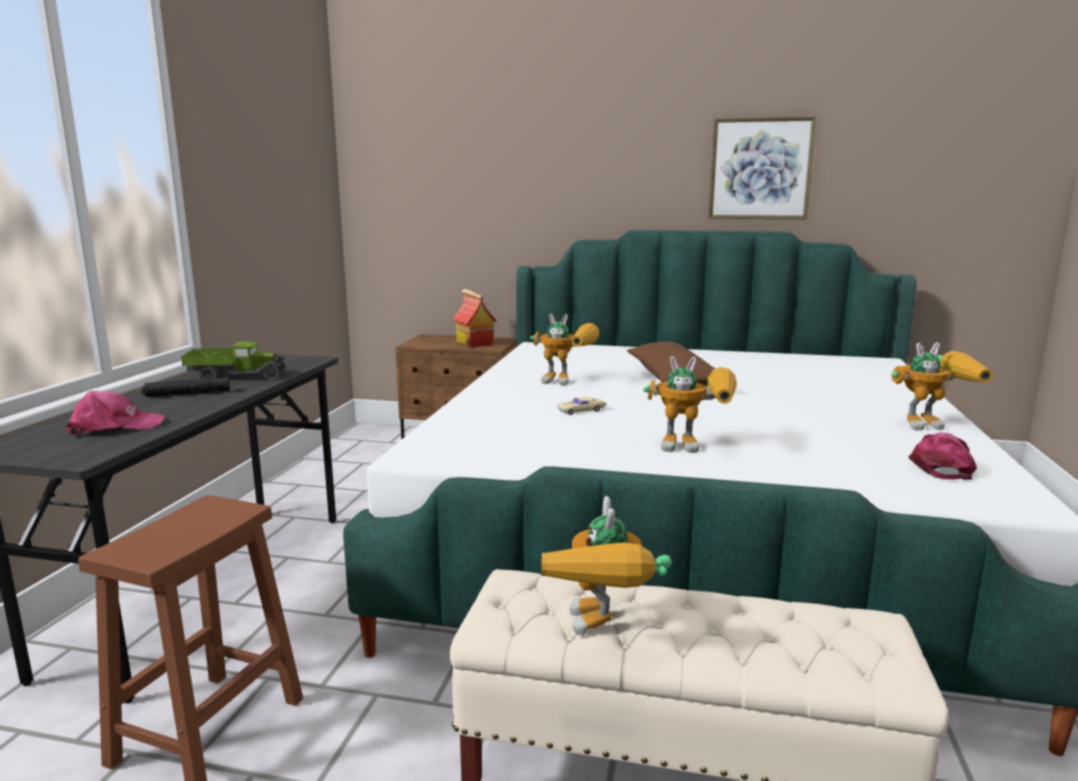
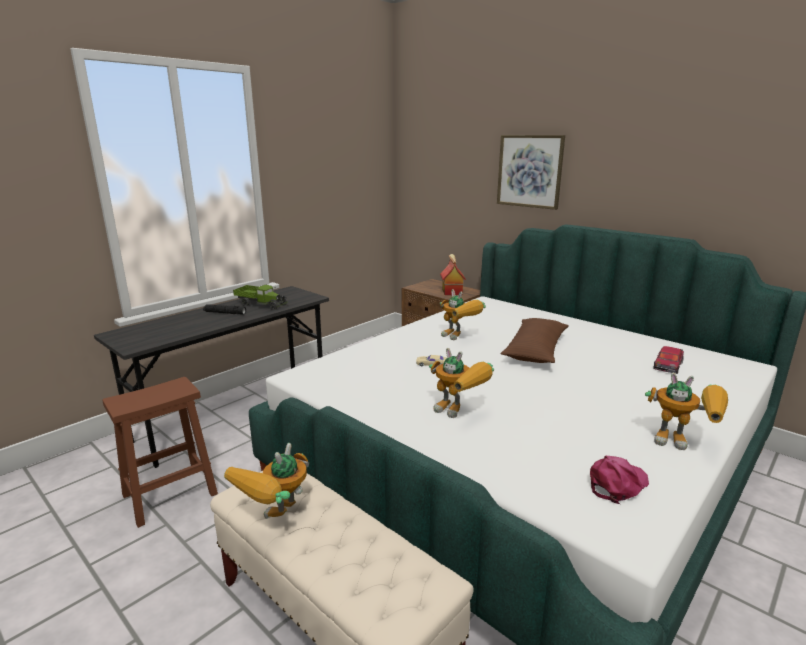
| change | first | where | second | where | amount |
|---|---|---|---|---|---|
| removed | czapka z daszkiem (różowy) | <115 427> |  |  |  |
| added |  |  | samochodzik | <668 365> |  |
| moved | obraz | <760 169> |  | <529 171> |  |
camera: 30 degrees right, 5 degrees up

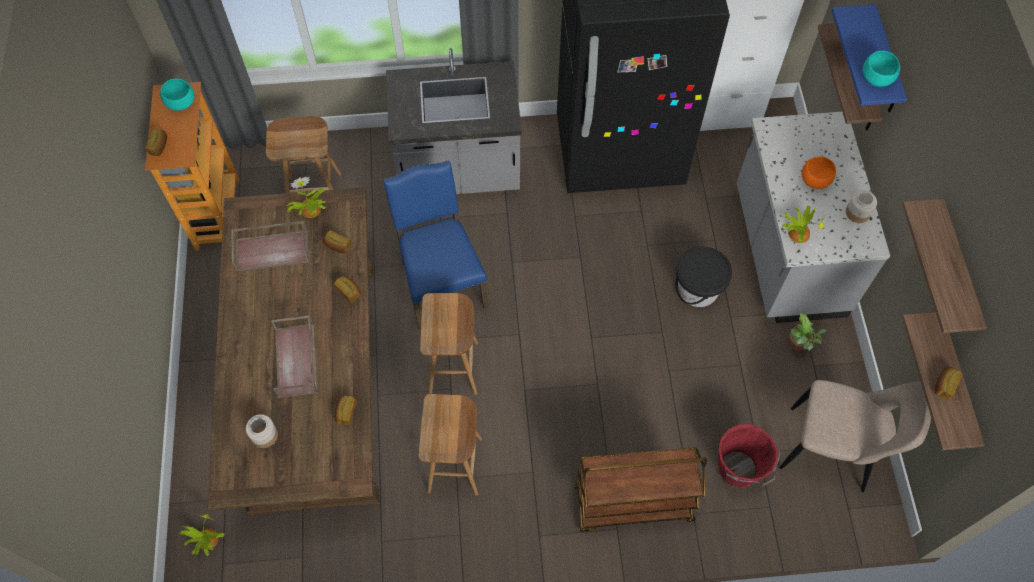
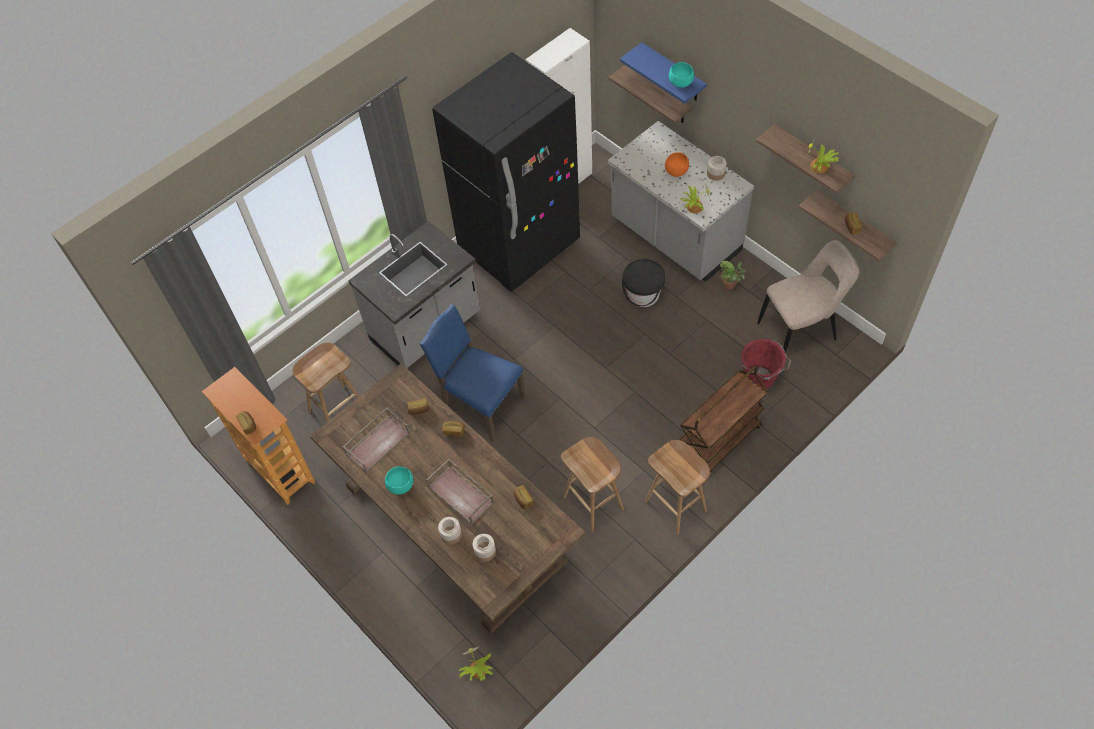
| change | first | where | second | where | amount |
|---|---|---|---|---|---|
| added |  |  | słoik | <451 534> |  |
| moved | miska (turkusowy) | <182 103> |  | <401 485> |  |
| moved | roślina doniczkowa | <310 210> |  | <819 167> |  |
| moved | stołek (brązowy) | <454 368> |  | <676 506> |  |
camera: 35 degrees left, 5 degrees down

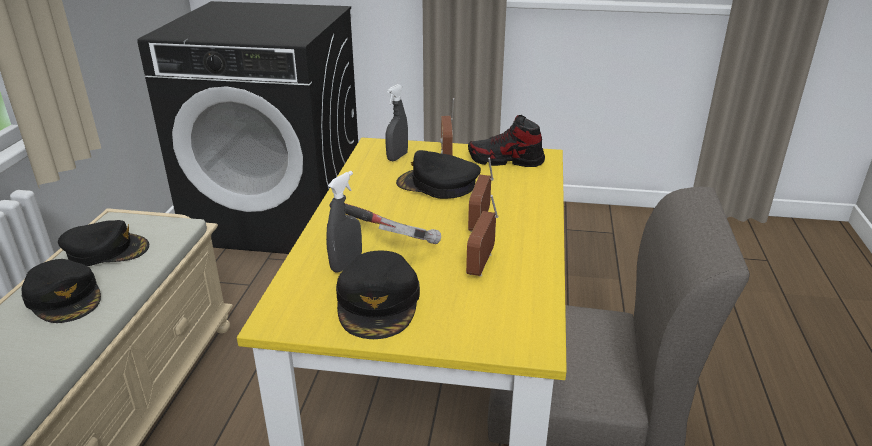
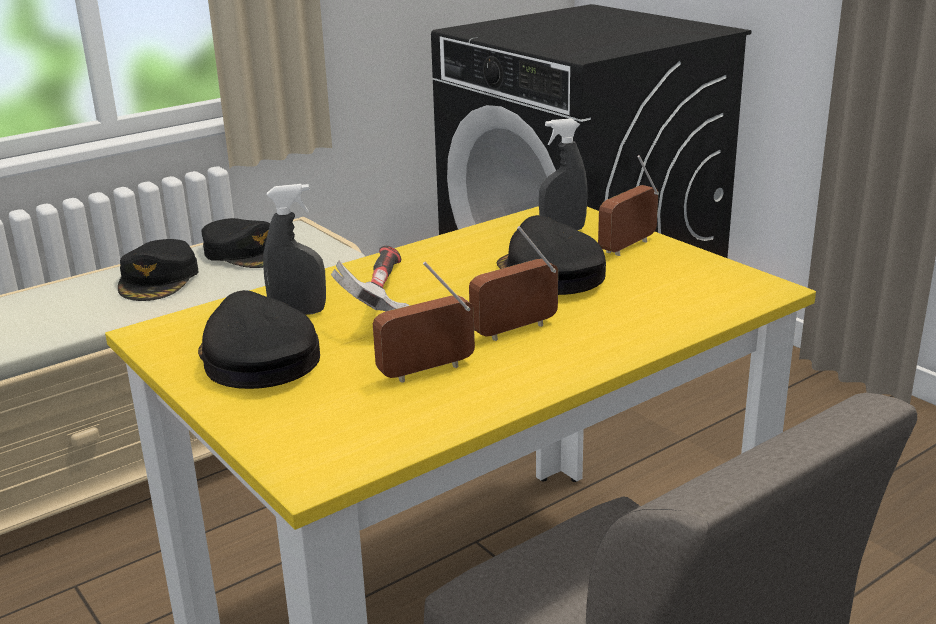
| change | first | where | second | where | amount |
|---|---|---|---|---|---|
| removed | but | <505 161> |  |  |  |
| turned | czapka z daszkiem (czarny) | <379 302> |  | <257 359> | 105 degrees clockwise |
camera: 45 degrees right, 5 degrees down

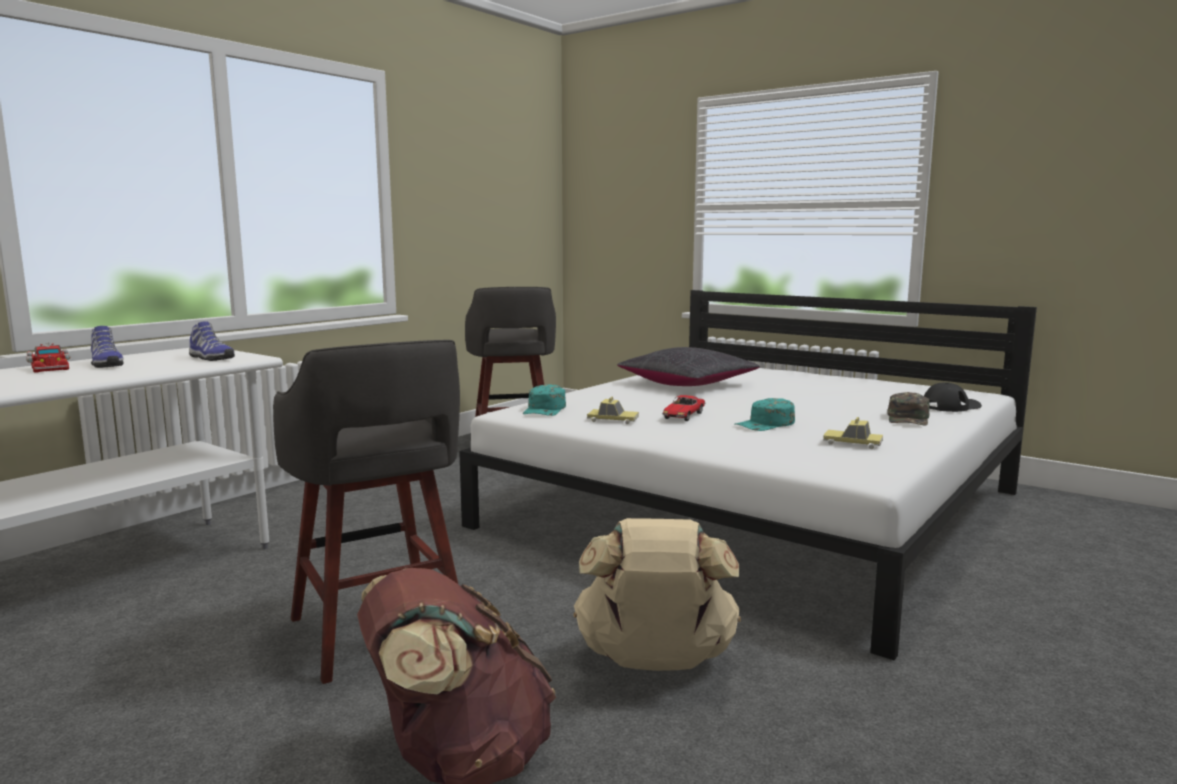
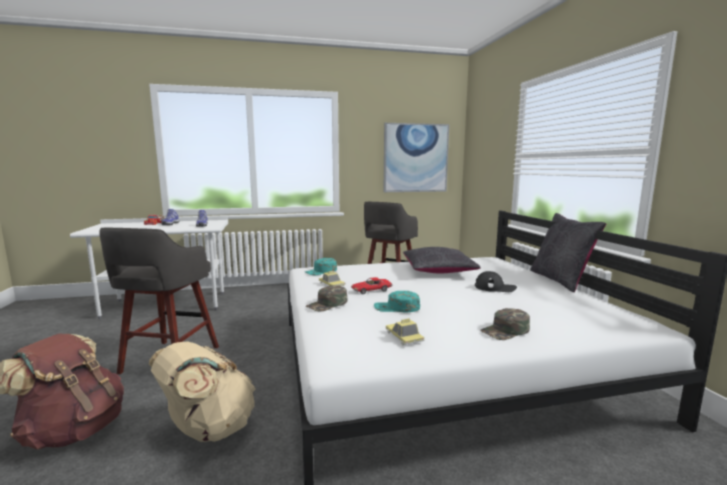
| change | first | where | second | where | amount |
|---|---|---|---|---|---|
| added |  |  | czapka z daszkiem (zielony) | <327 304> |  |
| added |  |  | obraz | <415 158> |  |
| added |  |  | poduszka (czarny) | <560 280> |  |
| moved | czapka z daszkiem (czarny) | <950 406> |  | <495 287> |  |
camera: 40 degrees right, 0 degrees up

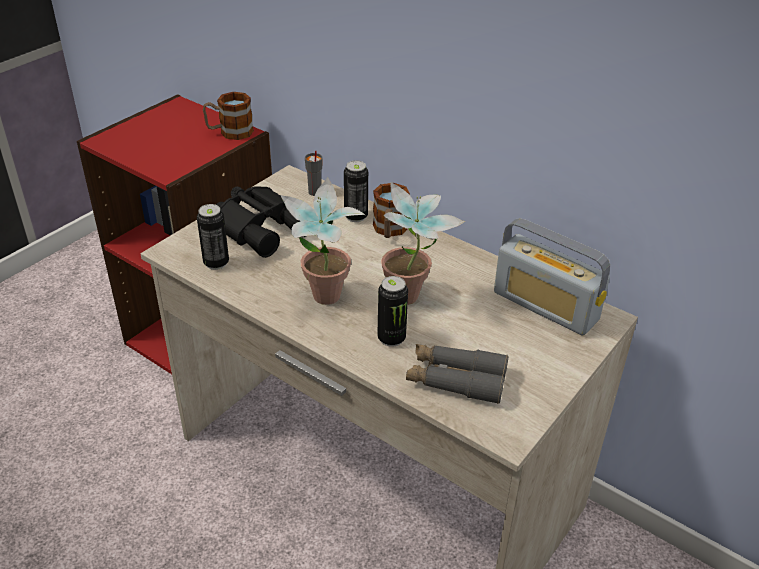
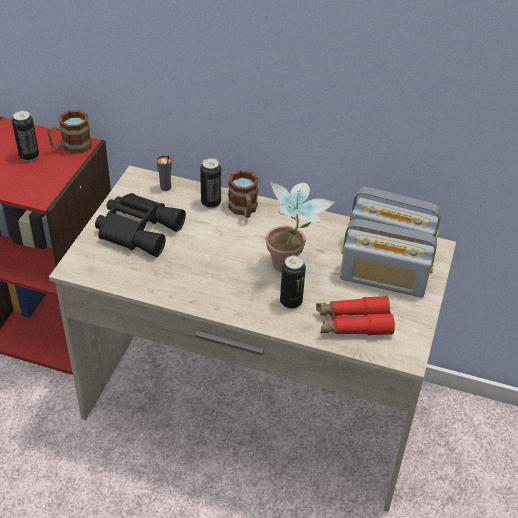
| change | first | where | second | where | amount |
|---|---|---|---|---|---|
| removed | roślina doniczkowa | <323 303> |  |  |  |
| added |  |  | radio | <383 280> |  |
| moved | puszka | <216 263> |  | <29 156> |  |
| recoloured | lornetka (szary) | <456 380> | lornetka (czerwony) | <353 323> |  |
camera: 20 degrees left, 5 degrees up

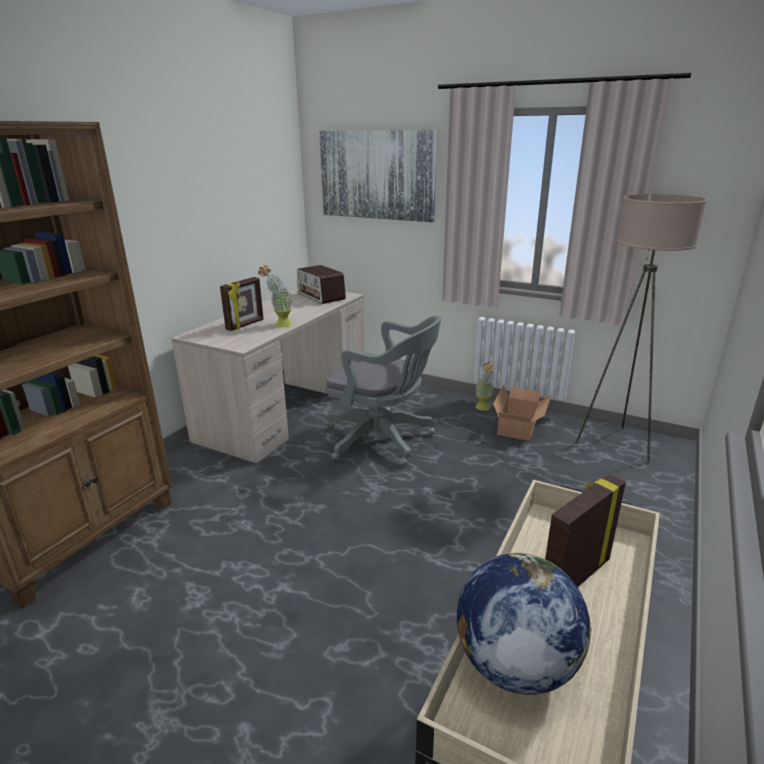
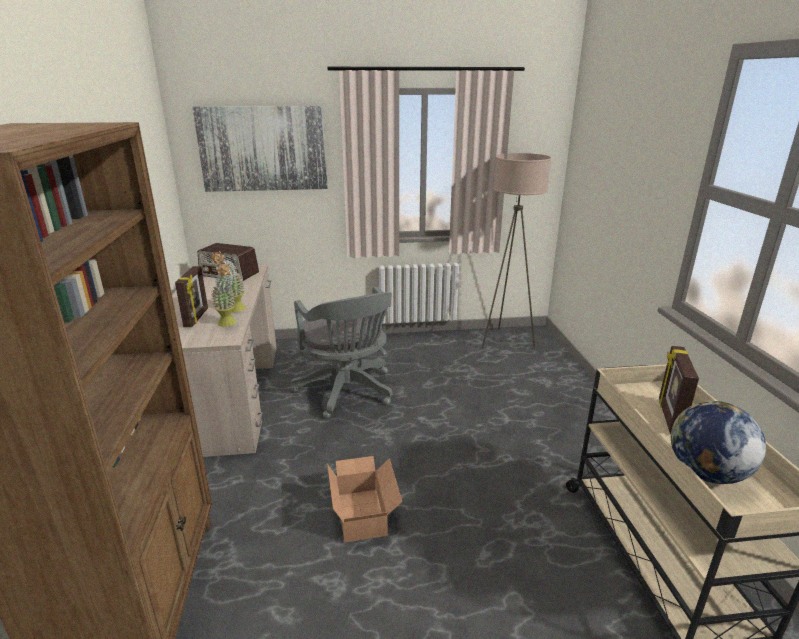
| change | first | where | second | where | amount |
|---|---|---|---|---|---|
| moved | roślina doniczkowa | <484 409> |  | <229 324> |  |
| moved | karton | <519 426> |  | <364 513> |  |
| turned | krzesło biurowe (szary) | <383 440> |  | <347 392> | 75 degrees clockwise |
camera: 35 degrees left, 0 degrees up

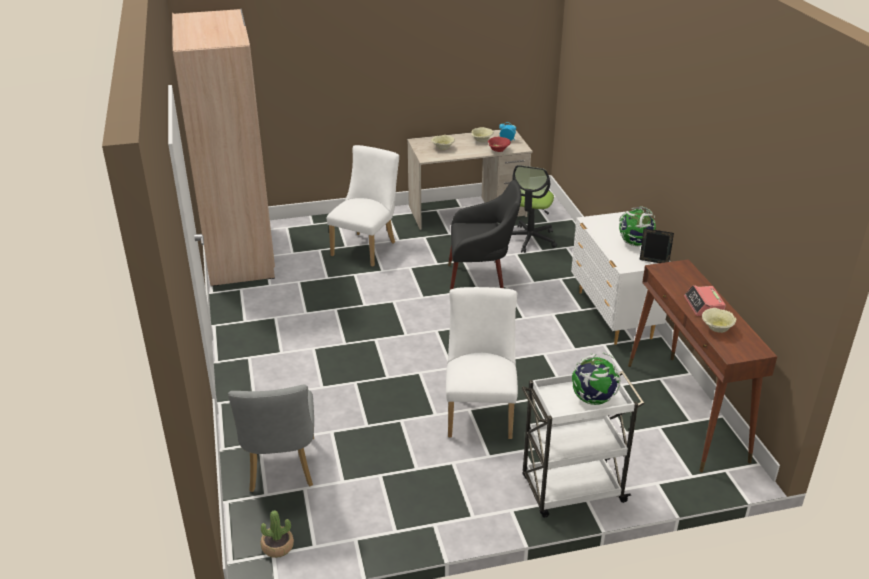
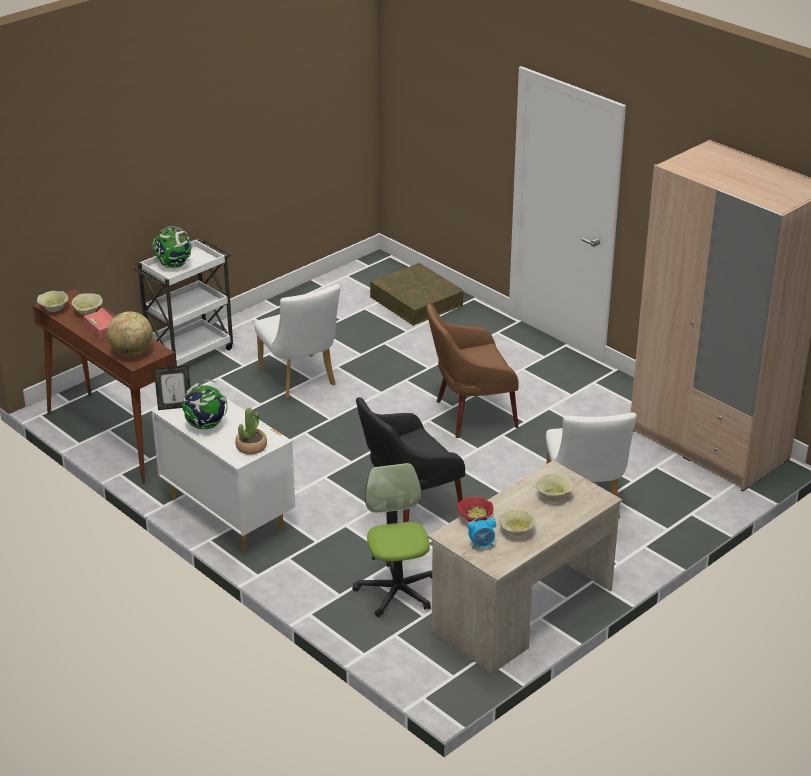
| change | first | where | second | where | amount |
|---|---|---|---|---|---|
| added |  |  | miska (beżowy) | <53 309> |  |
| added |  |  | globus | <132 352> |  |
| added |  |  | fotel (brązowy) | <470 415> |  |
| moved | roślina doniczkowa | <277 546> |  | <251 447> |  |
| replaced | krzesło (szary) | <281 469> | pojemnik do przechowywania (brązowy) | <416 301> |  |
camera: 150 degrees right, 0 degrees up

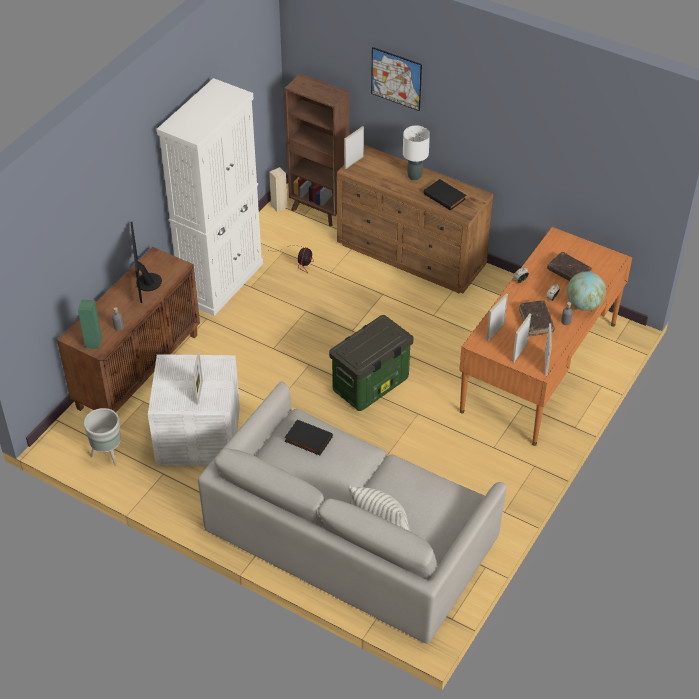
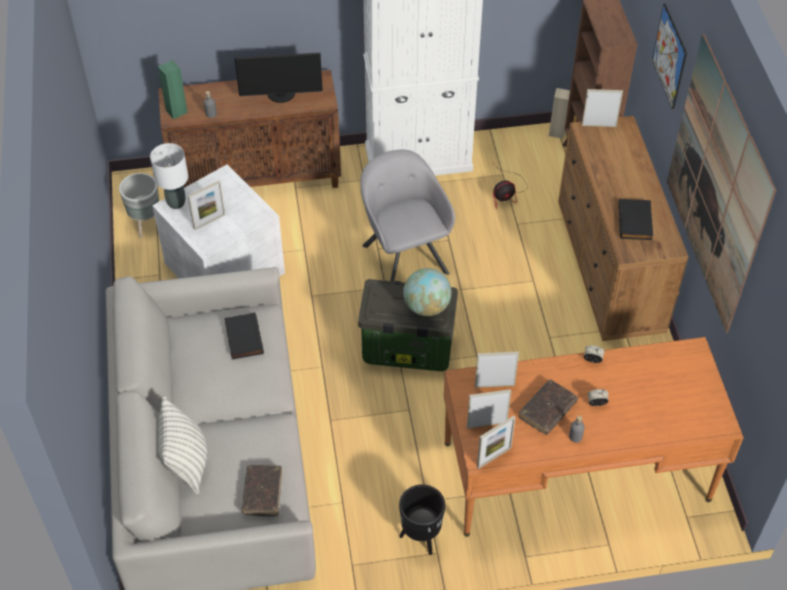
| change | first | where | second | where | amount |
|---|---|---|---|---|---|
| added |  |  | fotel (szary) | <403 256> |  |
| added |  |  | donica (czarny) | <420 538> |  |
| added |  |  | obraz | <717 185> |  |
| moved | lampa stołowa (biały) | <414 176> |  | <176 203> |  |
| moved | książka (brązowy) | <569 272> |  | <262 493> |  |
| moved | globus | <584 304> |  | <427 307> |  |
| turned | monitor | <145 283> |  | <281 95> | 135 degrees counterclockwise |
camera: 50 degrees right, 5 degrees up

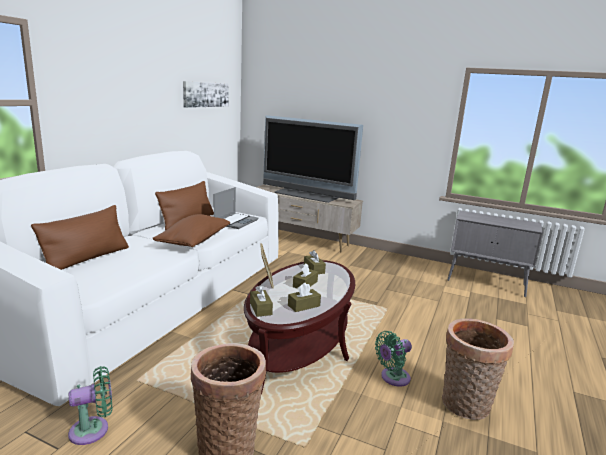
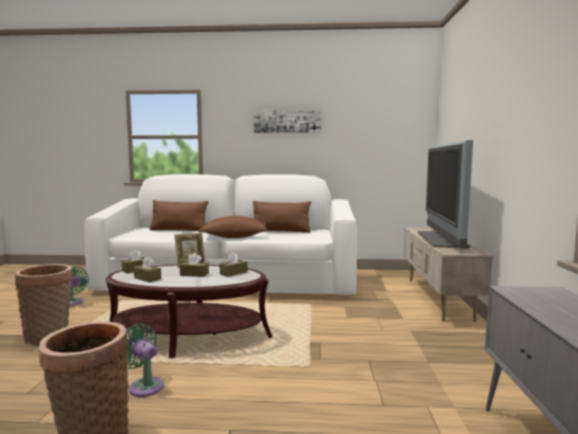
| change | first | where | second | where | amount |
|---|---|---|---|---|---|
| removed | laptop | <235 222> |  |  |  |
| moved | obraz | <205 94> |  | <287 121> |  |
camera: 70 degrees right, 10 degrees down

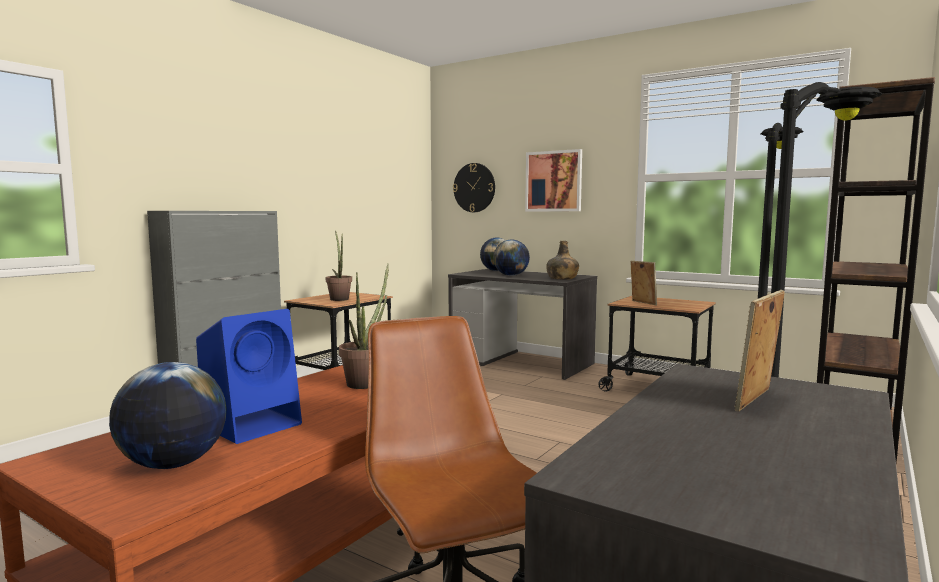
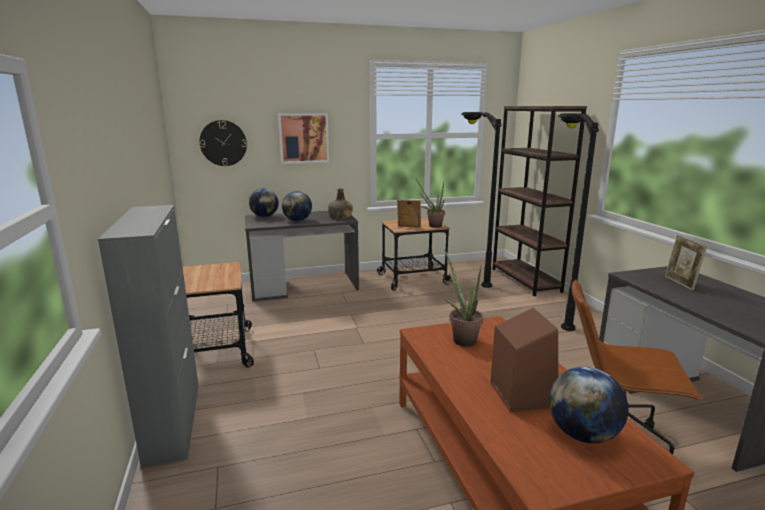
| change | first | where | second | where | amount |
|---|---|---|---|---|---|
| moved | roślina doniczkowa | <339 299> |  | <432 226> |  |
| recoloured | głośnik (niebieski) | <254 424> | głośnik (brązowy) | <521 393> |  |
camera: 50 degrees left, 10 degrees up

